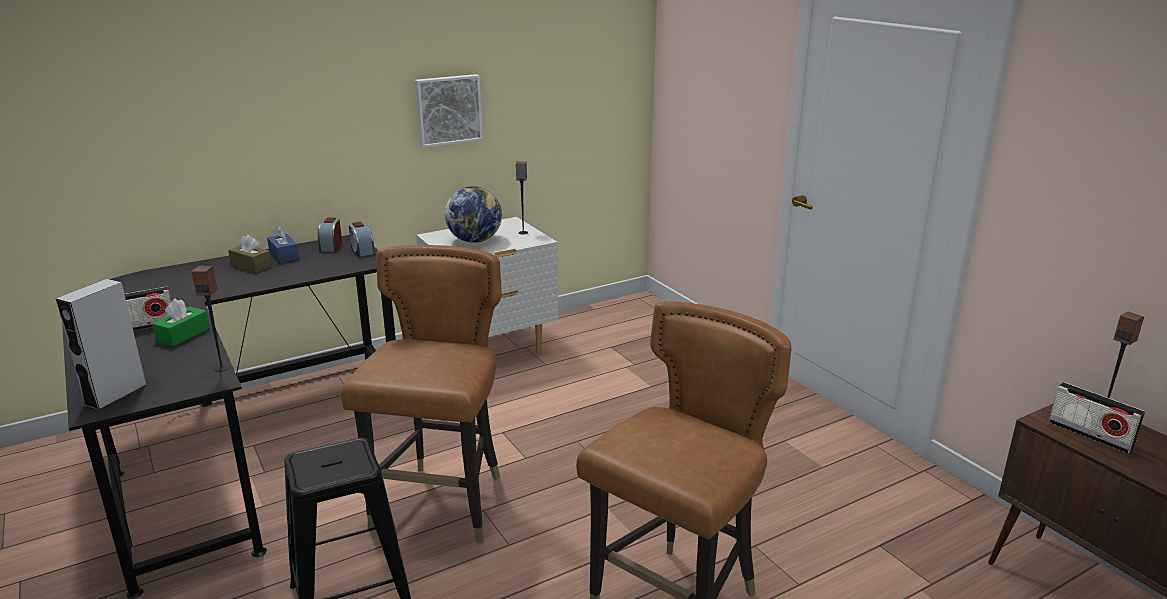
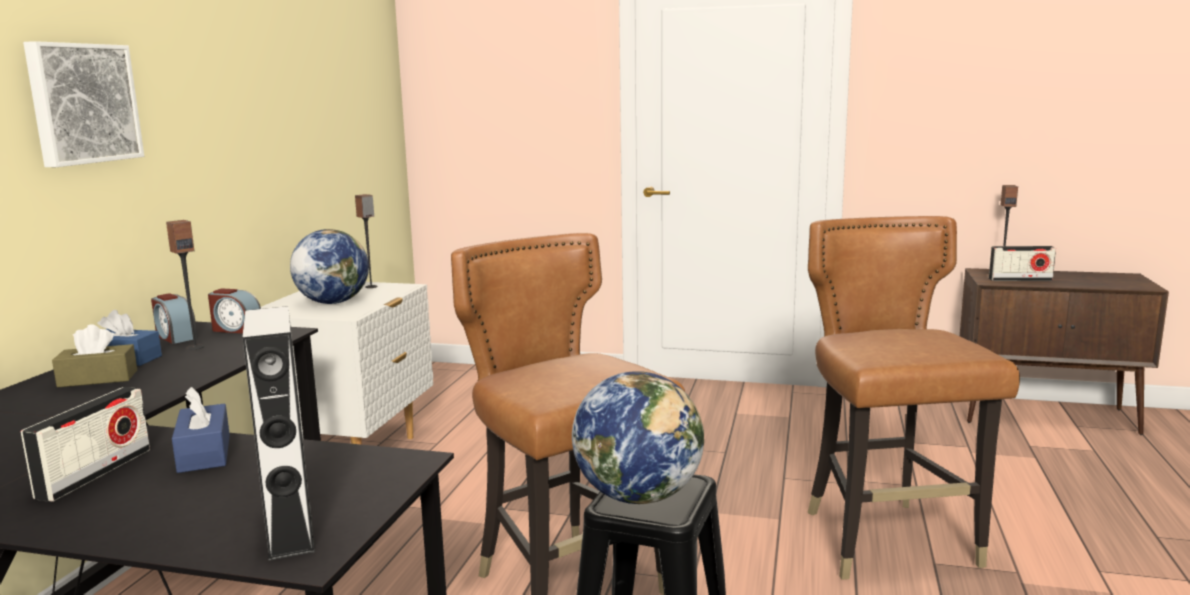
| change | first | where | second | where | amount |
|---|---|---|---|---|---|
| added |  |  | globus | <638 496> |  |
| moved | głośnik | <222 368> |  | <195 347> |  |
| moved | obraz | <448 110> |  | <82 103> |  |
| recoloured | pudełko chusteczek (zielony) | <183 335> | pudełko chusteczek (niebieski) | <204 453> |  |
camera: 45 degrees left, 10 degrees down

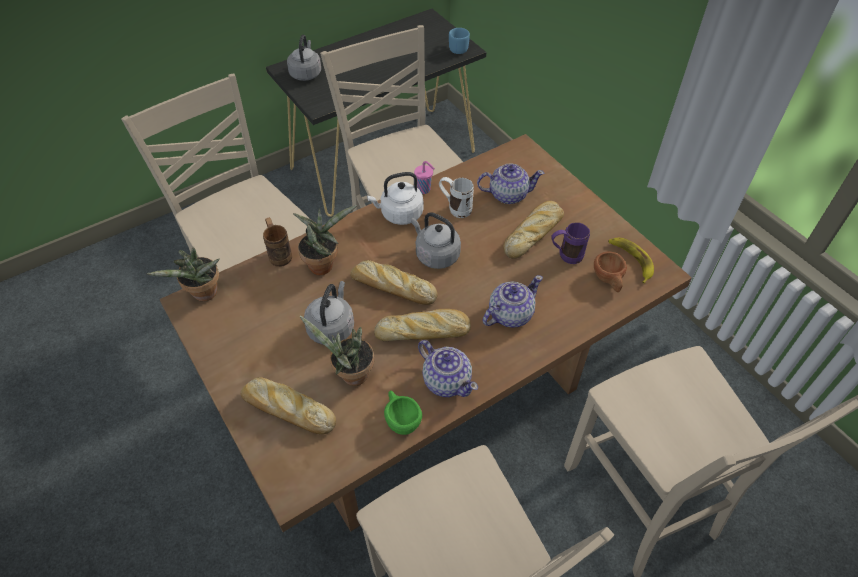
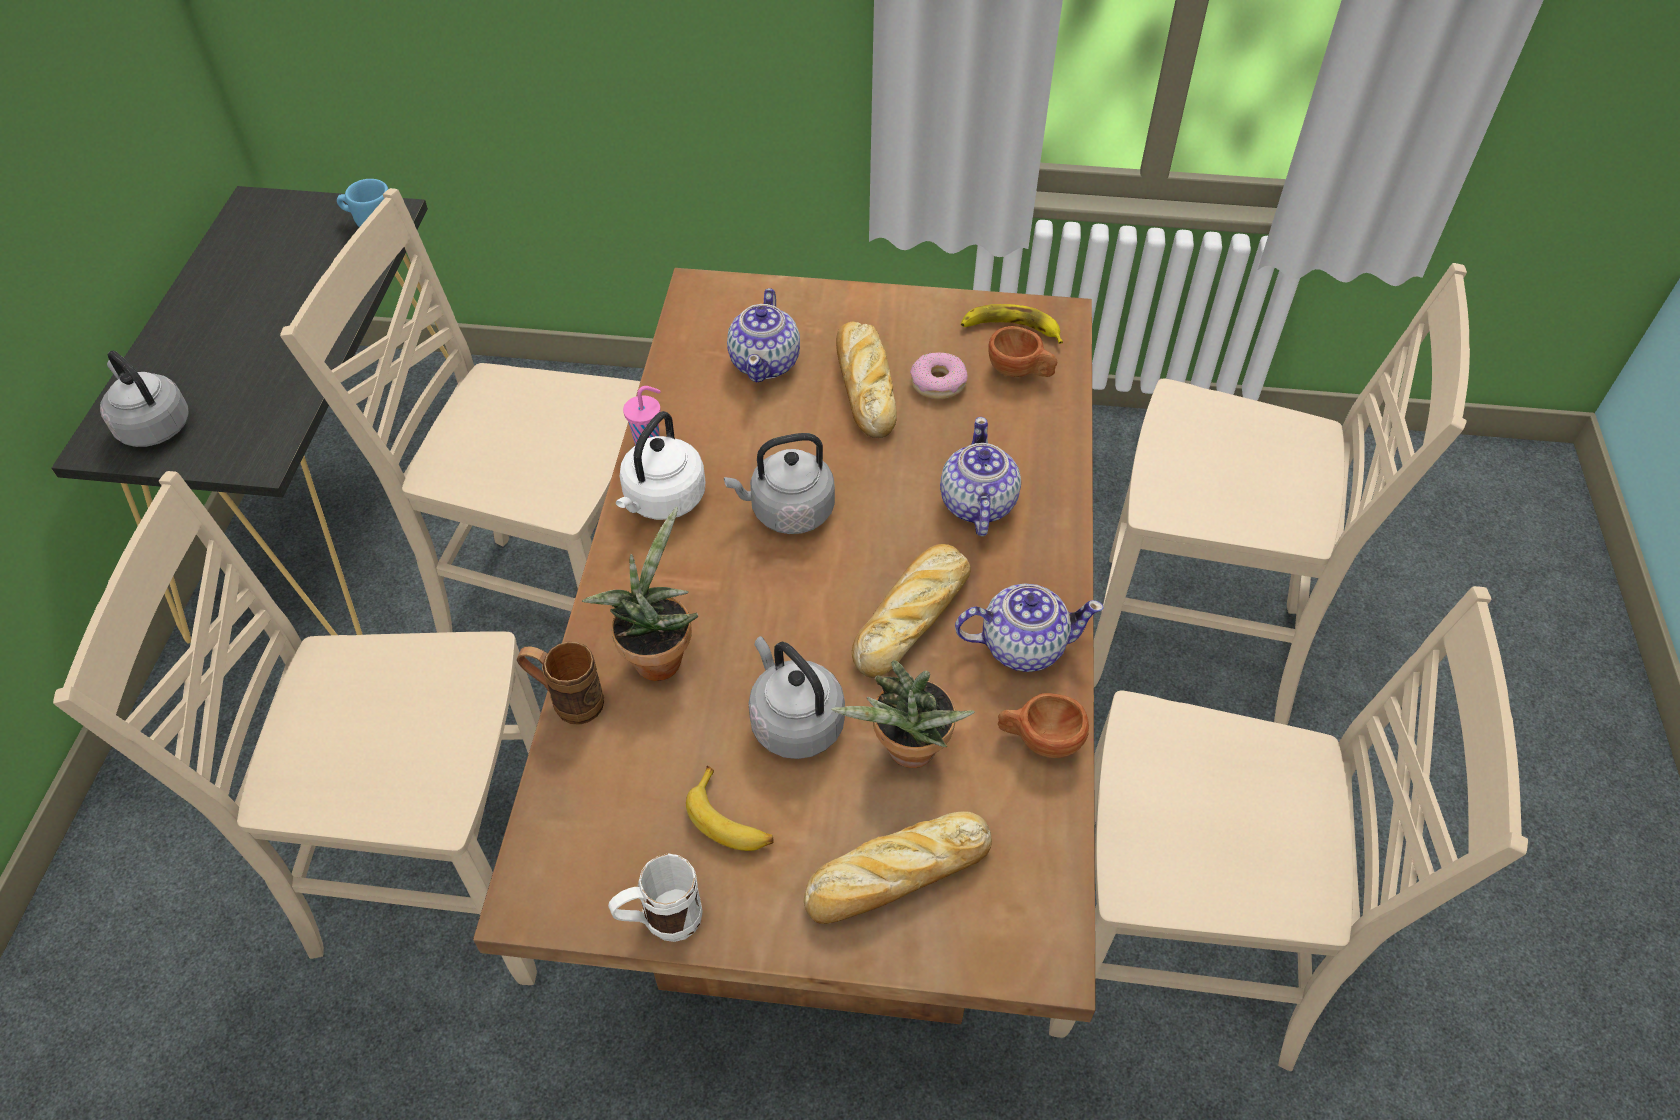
| change | first | where | second | where | amount |
|---|---|---|---|---|---|
| removed | roślina doniczkowa | <203 295> |  |  |  |
| removed | chleb | <391 287> |  |  |  |
| added |  |  | banan | <731 820> |  |
| moved | kubek (biały) | <455 208> |  | <661 922> |  |
| replaced | kubek (fioletowy) | <565 256> | donut | <938 383> |  |
| recoloured | filiżanka (zielony) | <401 419> | filiżanka (brązowy) | <1039 740> |  |
| turned | imbryk | <507 194> |  | <766 362> | 150 degrees clockwise |
camera: 50 degrees left, 0 degrees up

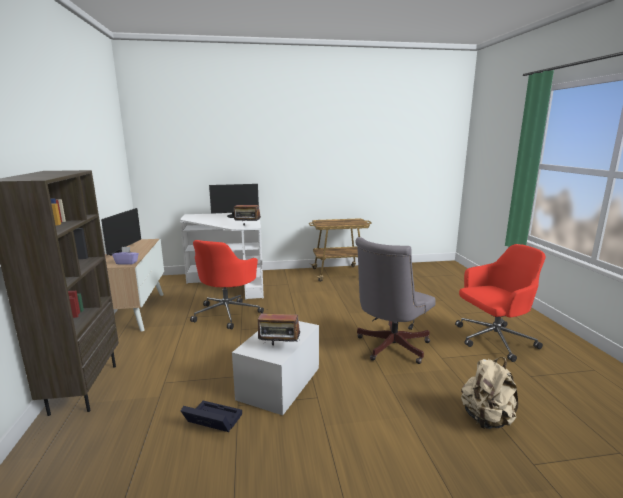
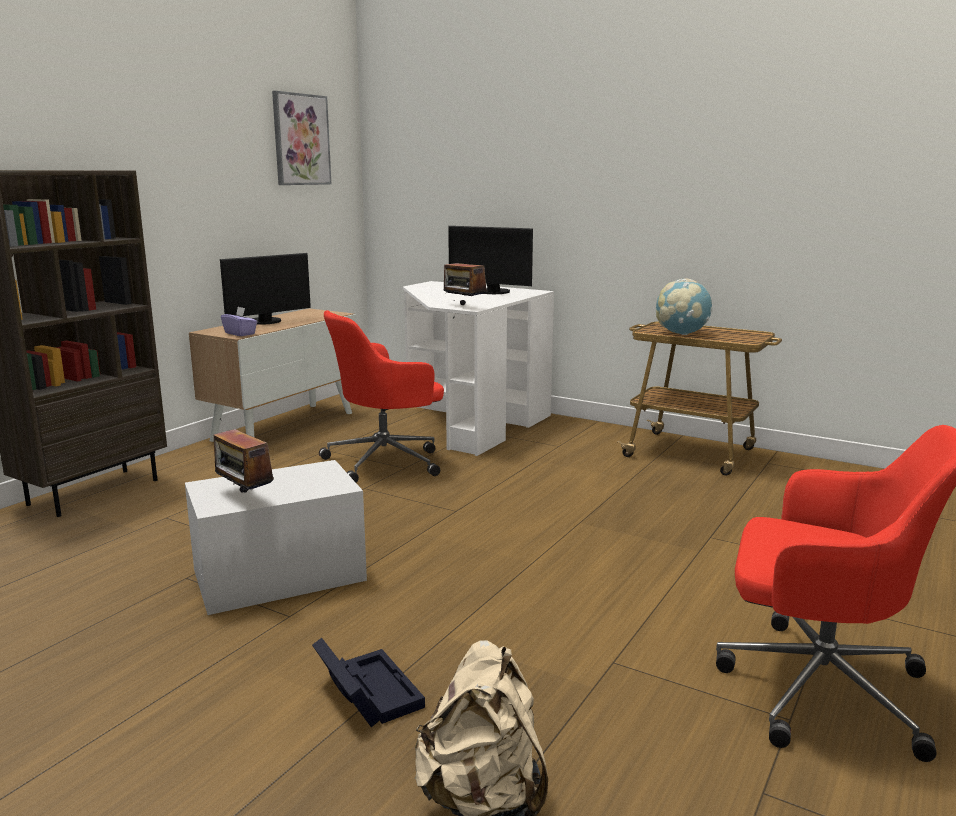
| change | first | where | second | where | amount |
|---|---|---|---|---|---|
| removed | krzesło biurowe (szary) | <389 347> |  |  |  |
| added |  |  | obraz | <301 140> |  |
| added |  |  | globus | <681 333> |  |
| moved | pojemnik do przechowywania (czarny) | <211 420> |  | <366 692> |  |
camera: 40 degrees right, 0 degrees up

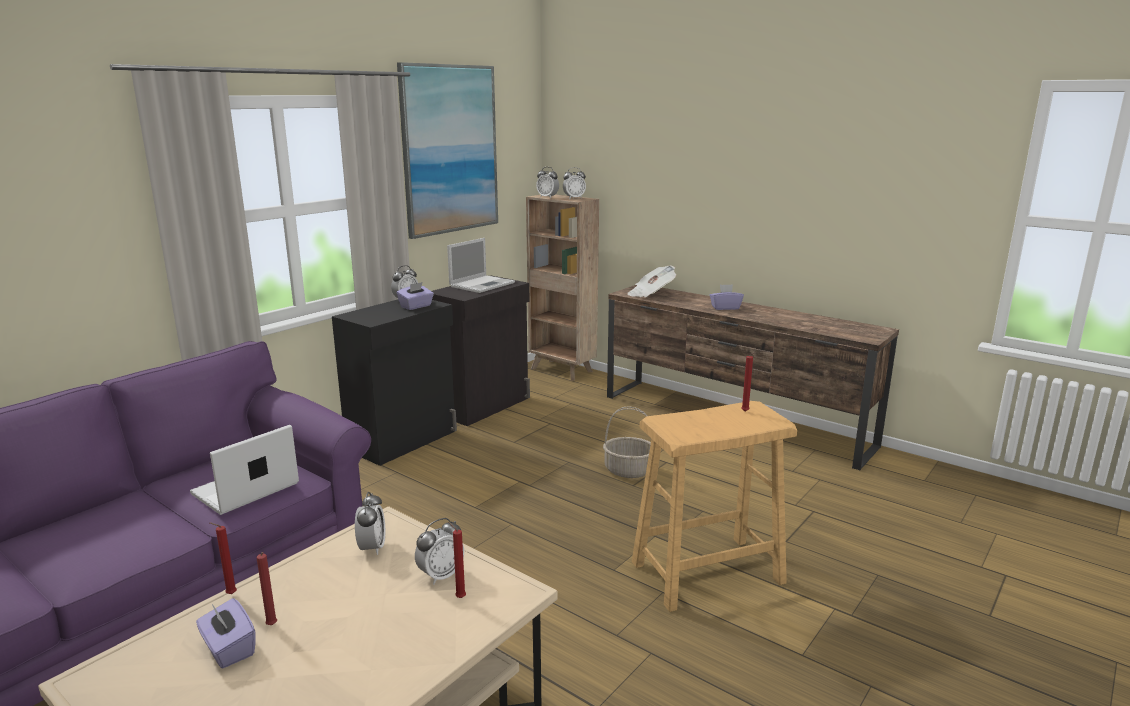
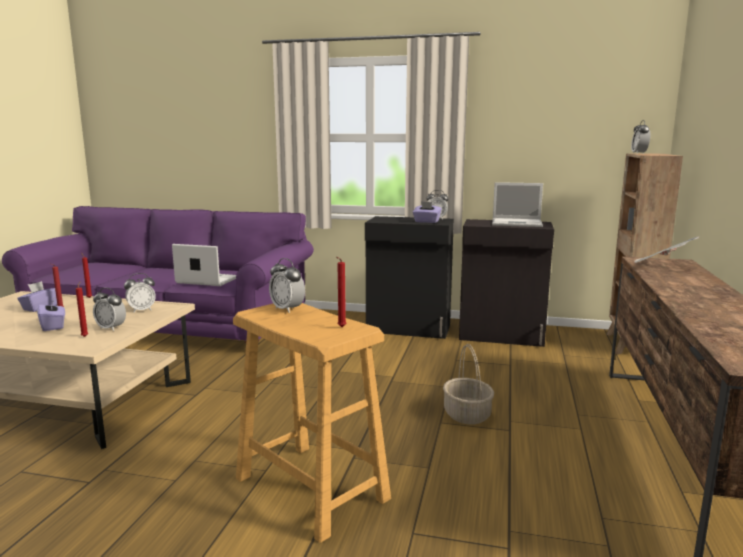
| change | first | where | second | where | amount |
|---|---|---|---|---|---|
| removed | obraz | <450 150> |  |  |  |
| moved | budzik | <574 198> |  | <287 309> |  |
| moved | pudełko chusteczek (fioletowy) | <725 307> |  | <53 326> |  |
camera: 65 degrees right, 5 degrees down

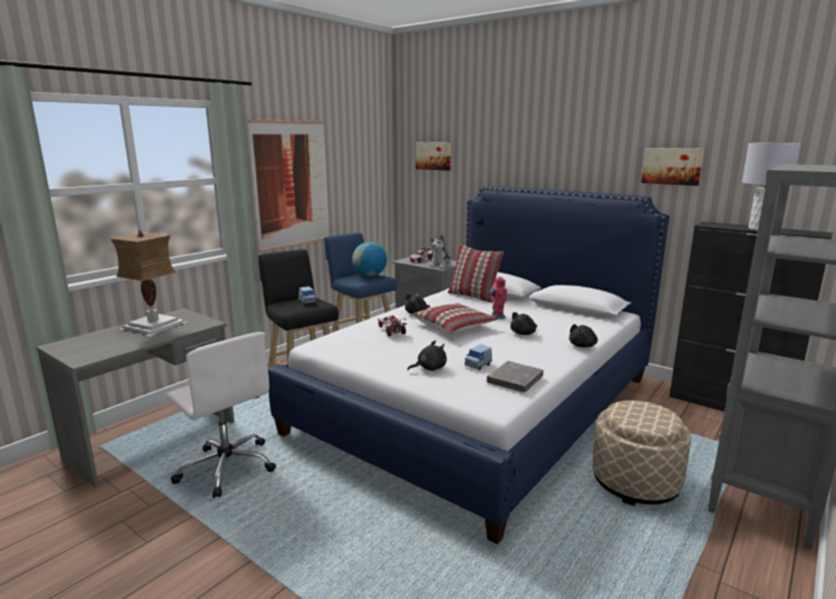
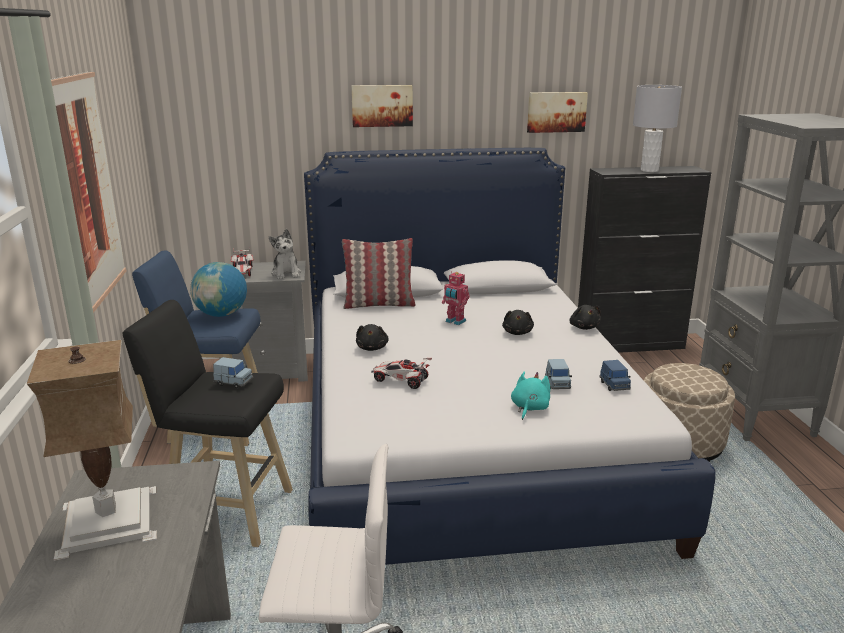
| change | first | where | second | where | amount |
|---|---|---|---|---|---|
| removed | poduszka | <454 326> |  |  |  |
| moved | obraz | <433 156> |  | <382 105> |  |
| replaced | książka (szary) | <515 380> | samochodzik (niebieski) | <614 385> |  |
| recoloured | pluszak (czarny) | <429 368> | pluszak (turkusowy) | <529 408> |  |
camera: 45 degrees left, 5 degrees up

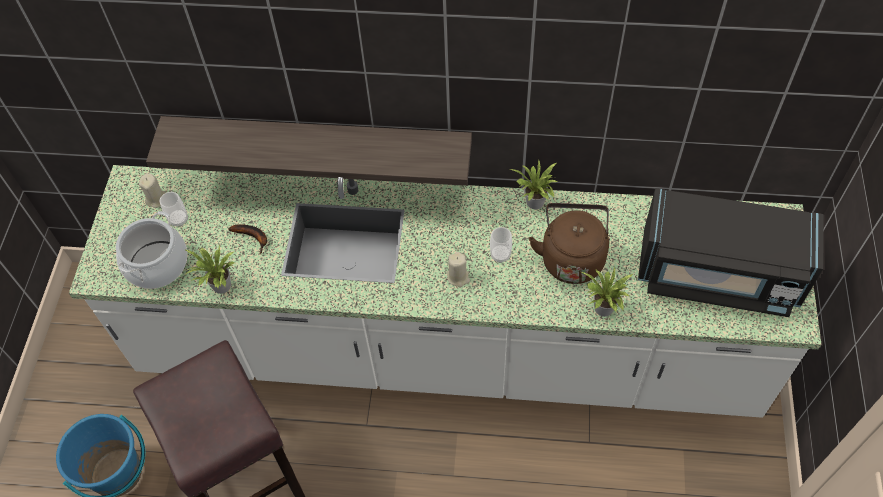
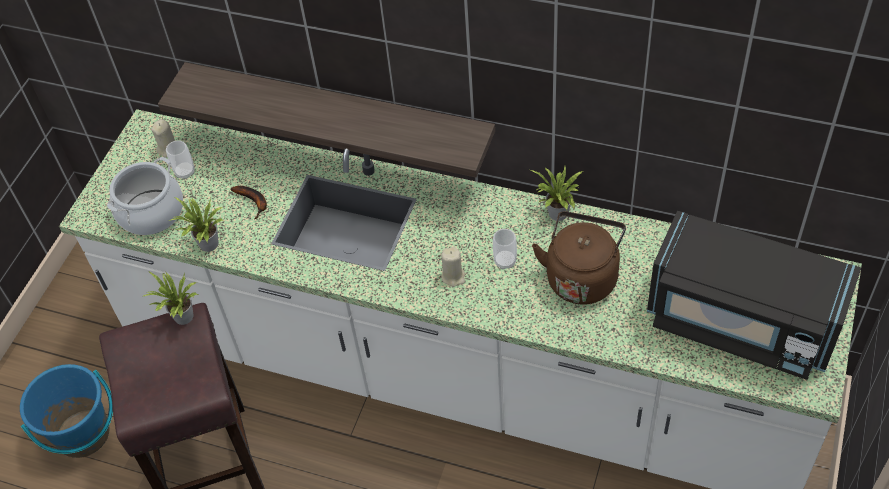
| change | first | where | second | where | amount |
|---|---|---|---|---|---|
| moved | roślina doniczkowa | <603 310> |  | <182 318> |  |
camera: 15 degrees right, 5 degrees down

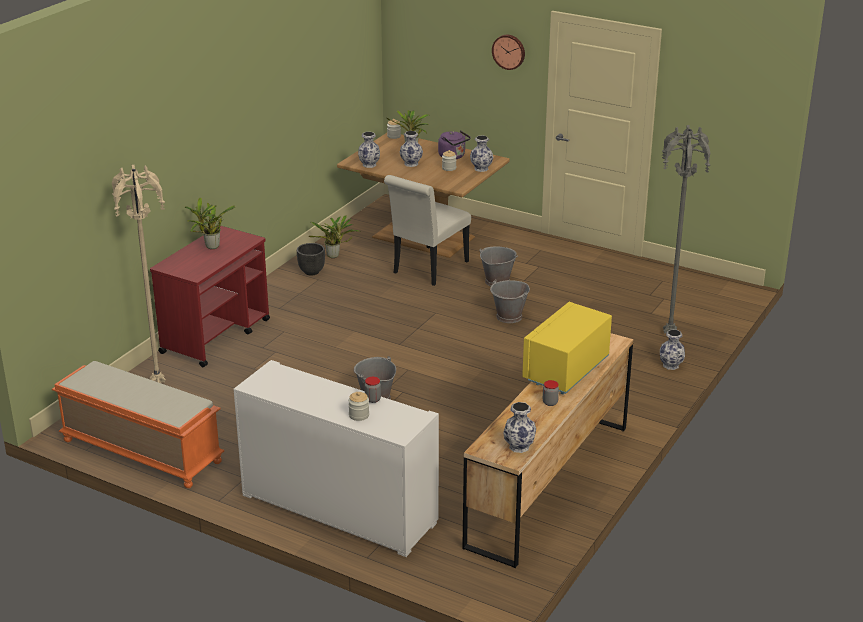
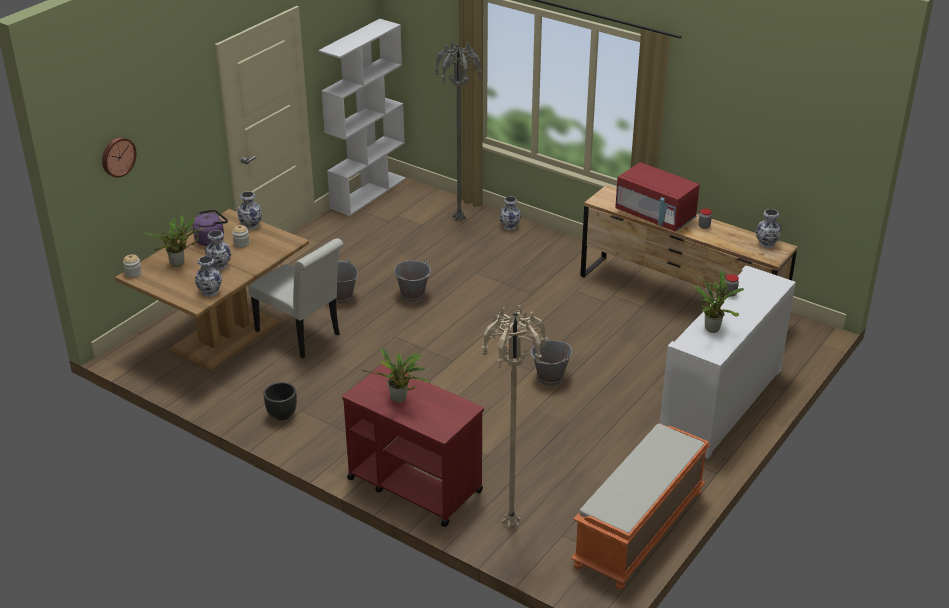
| change | first | where | second | where | amount |
|---|---|---|---|---|---|
| removed | słoik | <359 415> |  |  |  |
| added |  |  | regał (biały) | <368 193> |  |
| moved | roślina doniczkowa | <334 256> |  | <713 328> |  |
| moved | zegar ścienny | <509 51> |  | <117 156> |  |
| recoloured | mikrofalówka (żółty) | <565 370> | mikrofalówka (czerwony) | <655 216> |  |
camera: 85 degrees left, 5 degrees up

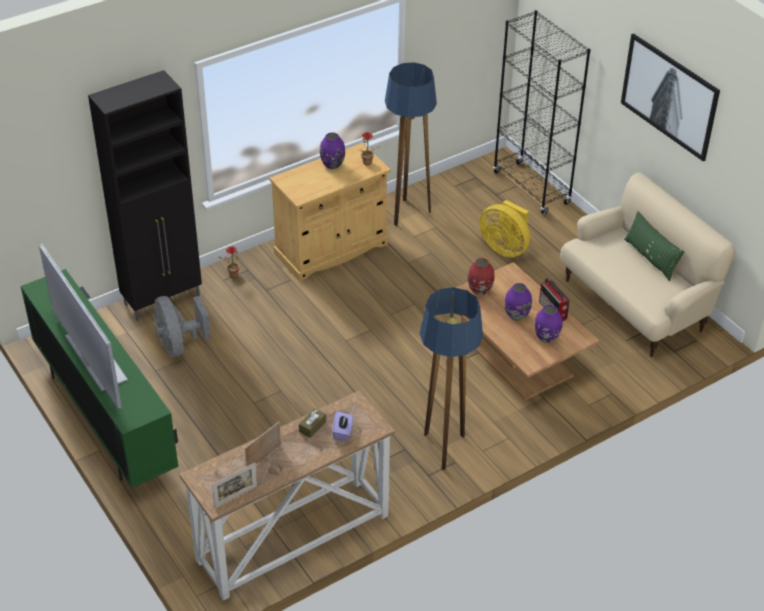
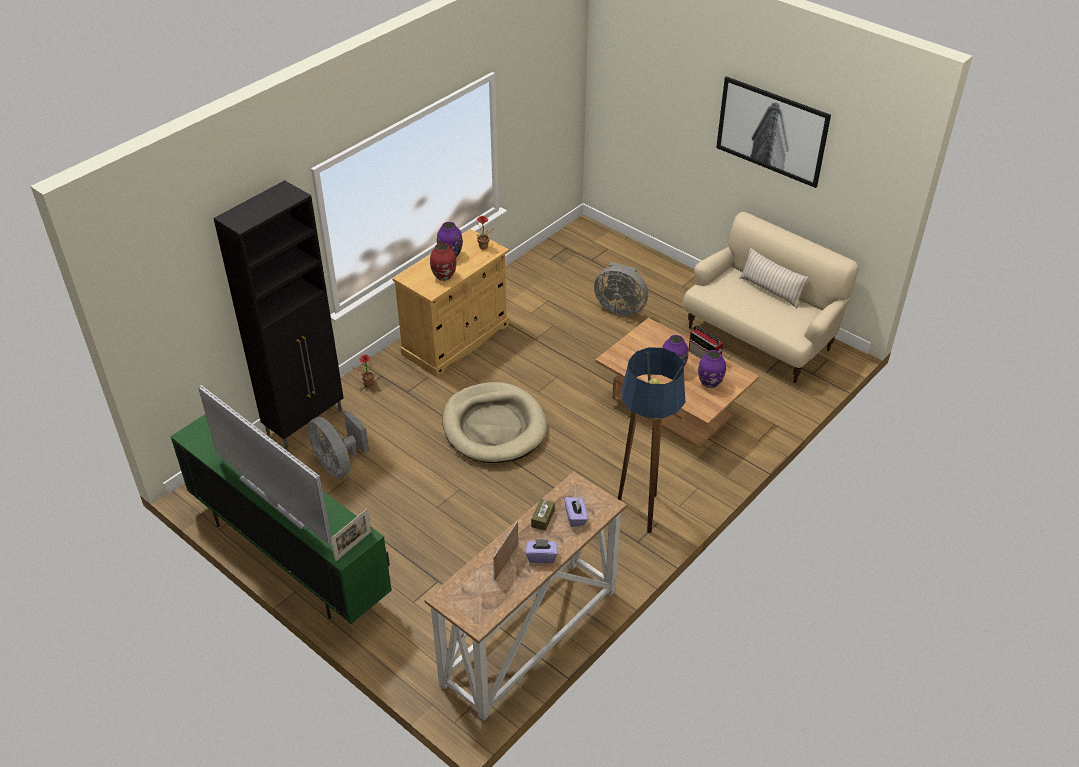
| change | first | where | second | where | amount |
|---|---|---|---|---|---|
| removed | lampa stojąca | <407 214> |  |  |  |
| removed | regał (czarny) | <531 188> |  |  |  |
| added |  |  | legowisko (beżowy) | <494 426> |  |
| added |  |  | pudełko chusteczek (fioletowy) | <541 556> |  |
| moved | ramka na zdjęcie | <236 496> |  | <353 546> |  |
| moved | wazon (czerwony) | <480 290> |  | <444 276> |  |
| recoloured | wentylator (żółty) | <505 248> | wentylator (szary) | <620 307> |  |
| recoloured | poduszka (zielony) | <650 258> | poduszka (beżowy) | <770 290> |  |
camera: 15 degrees left, 0 degrees up

